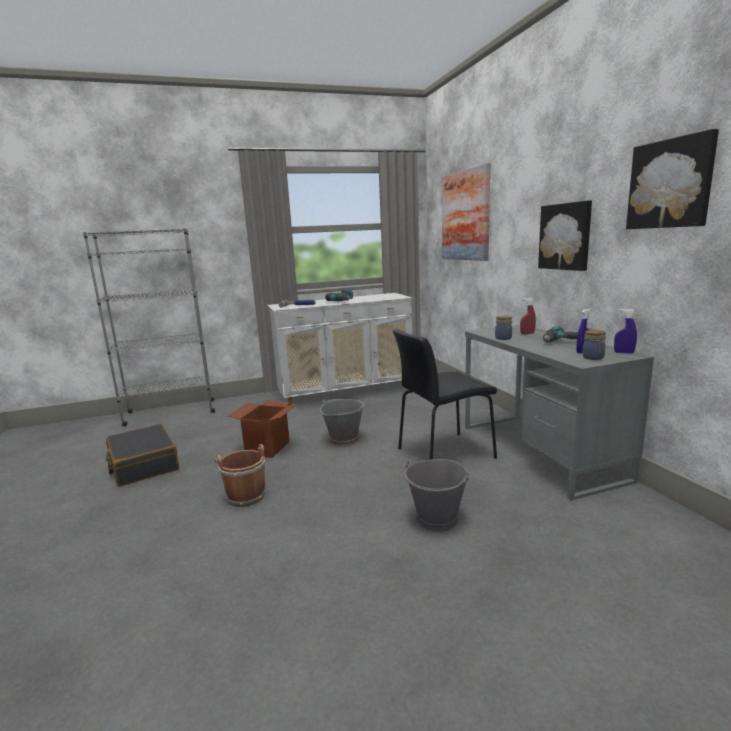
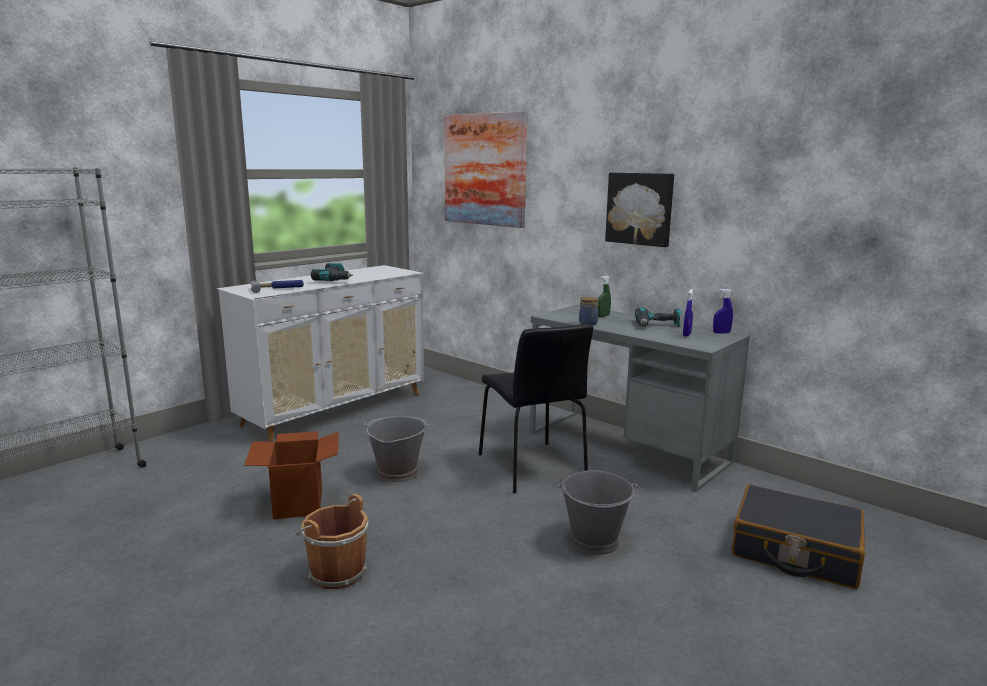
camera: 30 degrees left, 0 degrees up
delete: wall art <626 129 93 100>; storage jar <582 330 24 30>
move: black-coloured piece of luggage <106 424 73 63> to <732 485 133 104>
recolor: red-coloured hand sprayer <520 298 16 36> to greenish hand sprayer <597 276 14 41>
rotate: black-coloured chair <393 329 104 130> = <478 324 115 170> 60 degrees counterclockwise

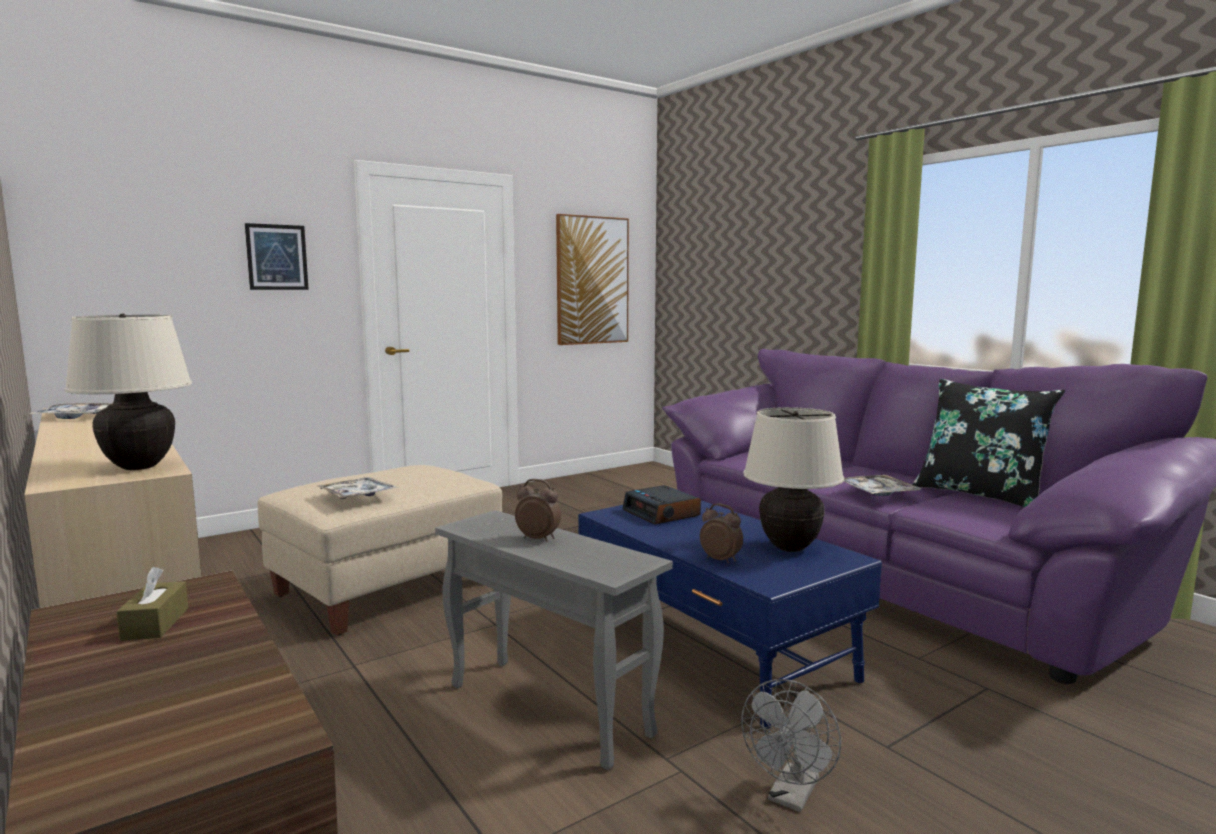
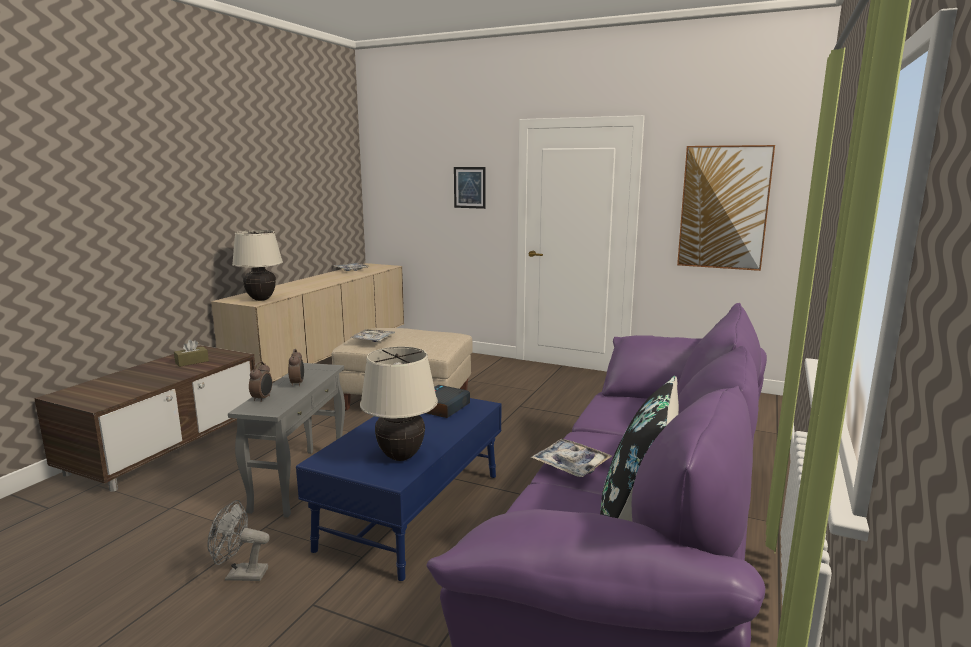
camera: 60 degrees right, 5 degrees up
move: bedside clock <700 503 43 61> to <249 361 23 41>

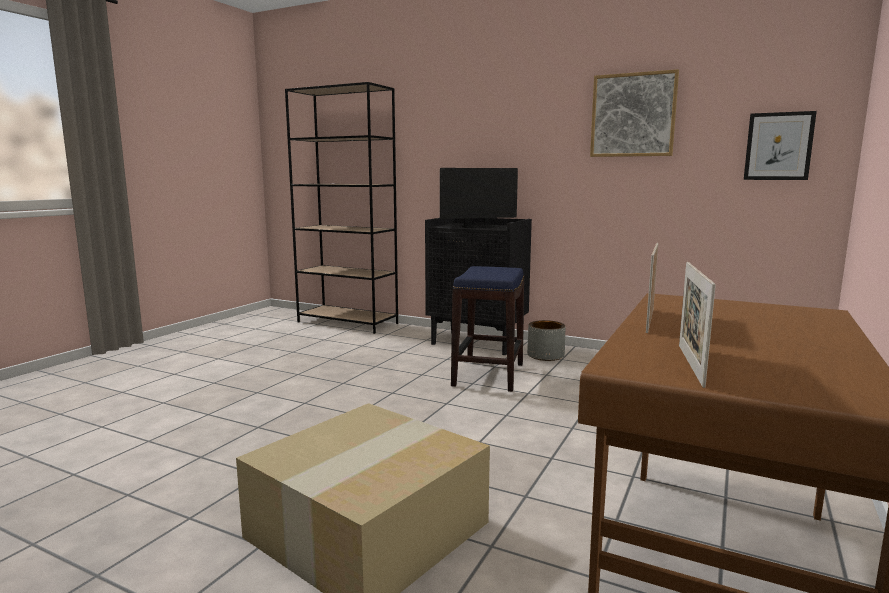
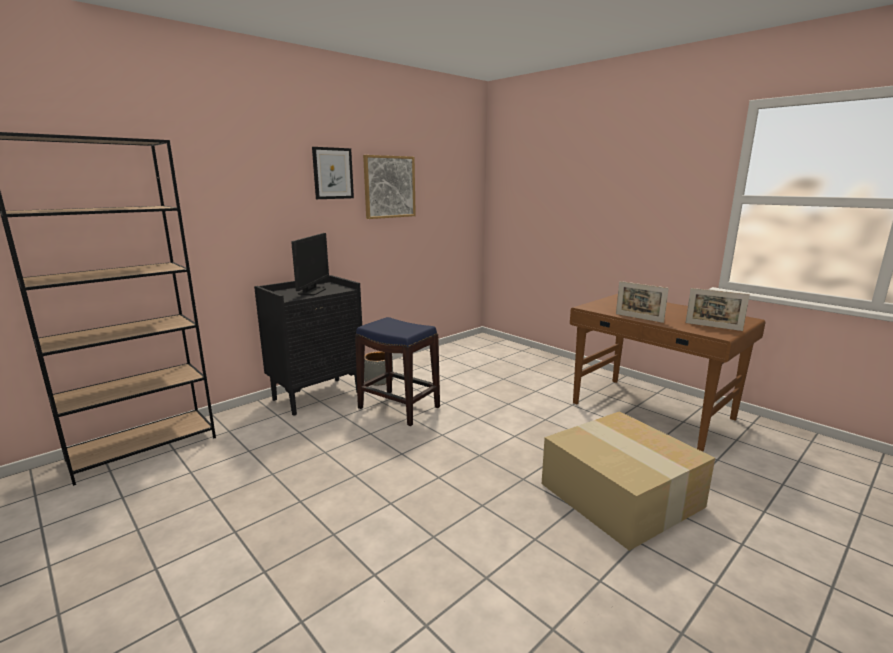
camera: 70 degrees left, 5 degrees up
move: wall art <744 111 73 69> to <312 147 42 52>

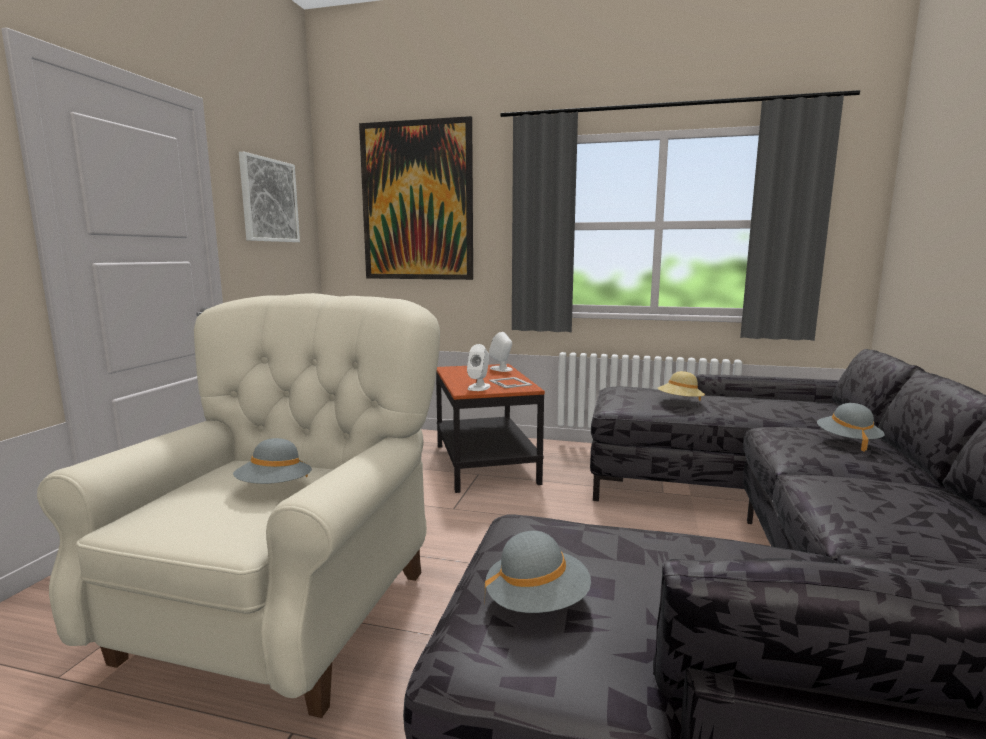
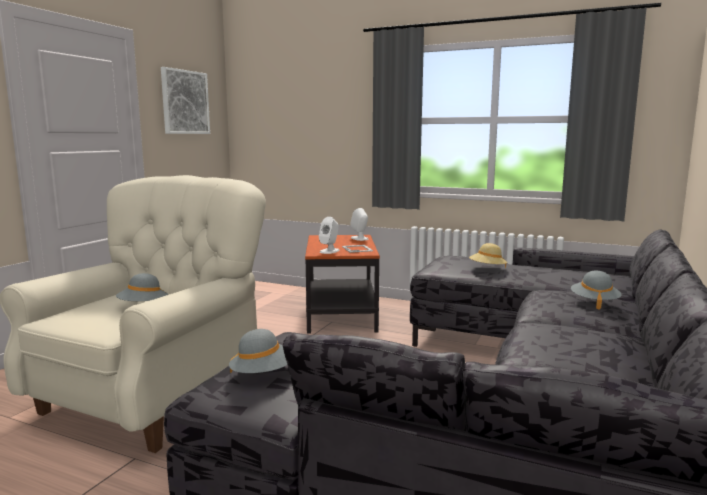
camera: 10 degrees right, 0 degrees up
delete: wall art <359 116 114 164>

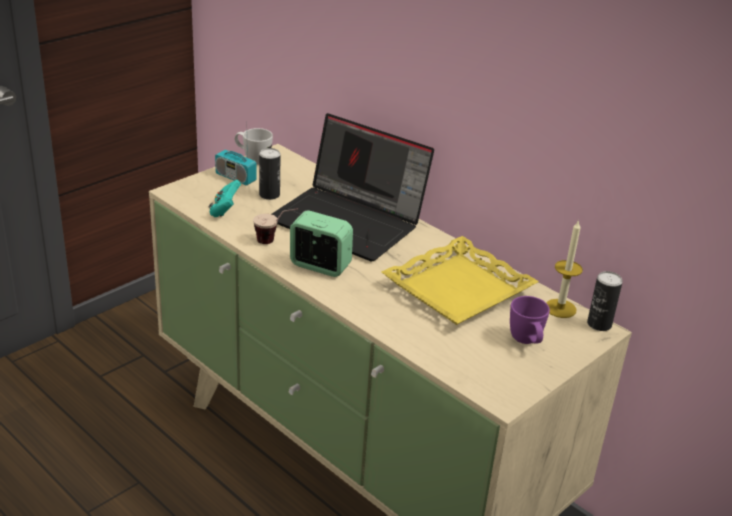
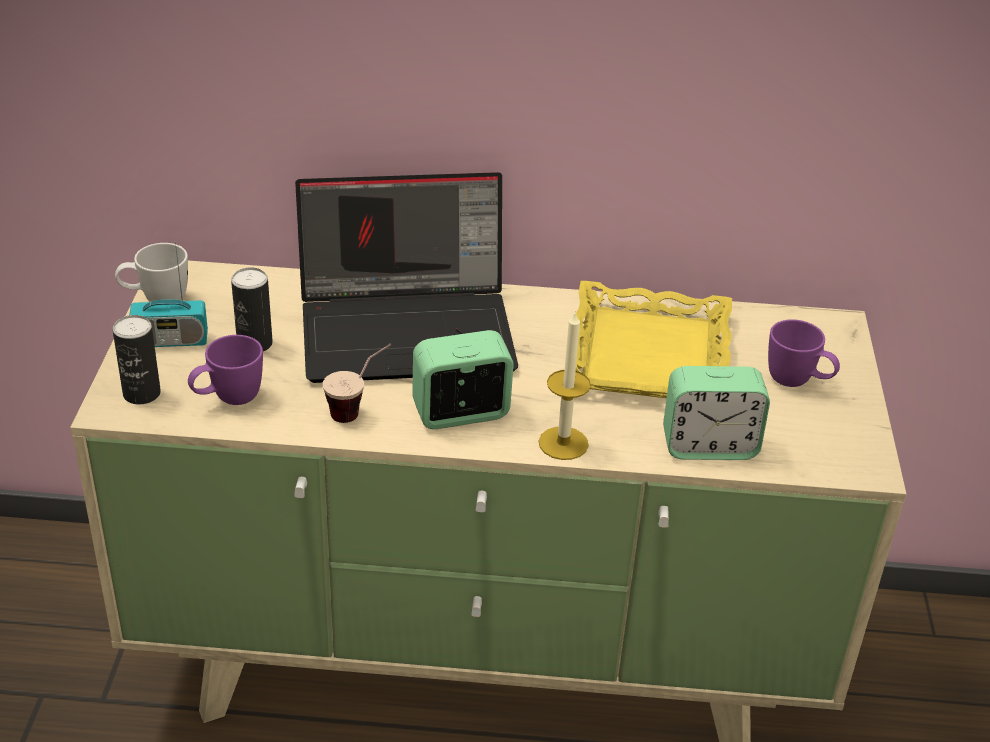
camera: 40 degrees left, 5 degrees up
insert: bedside clock <663 366 107 94>
move: candle <546 219 37 99> to <539 310 52 150>; sealed can <587 271 36 60> to <113 315 48 89>
replace: turquoise-coloured gamepad <209 180 32 37> to purple-coloured tea mug <188 335 75 70>

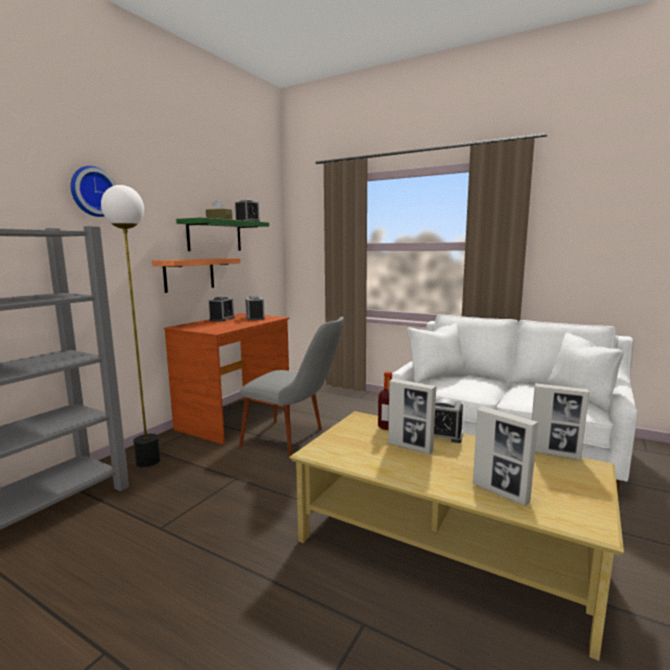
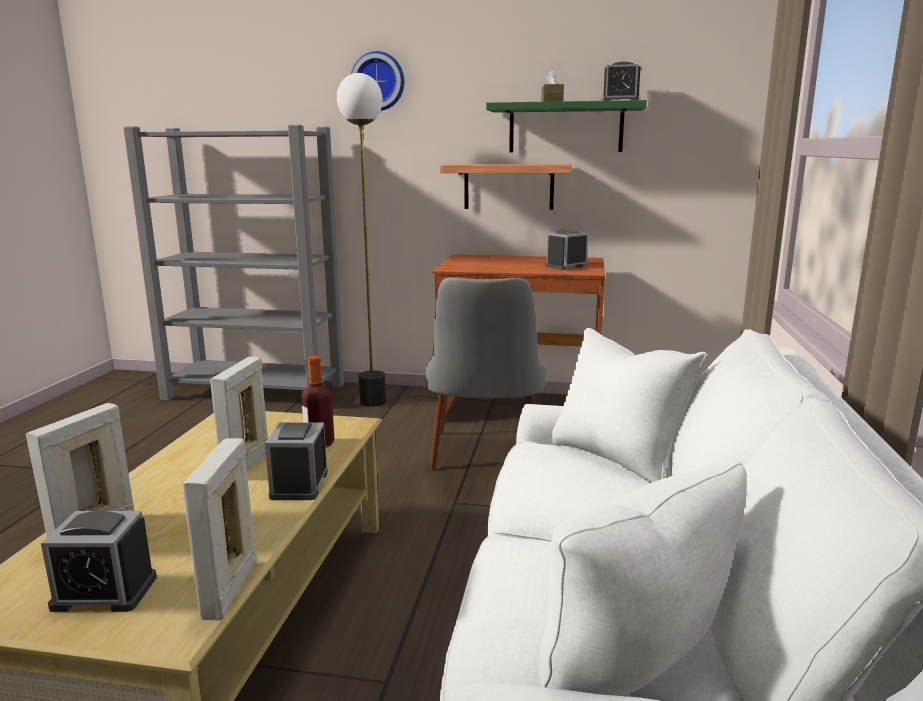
camera: 70 degrees right, 5 degrees up
move: bedside clock <209 297 26 25> to <41 511 116 101>

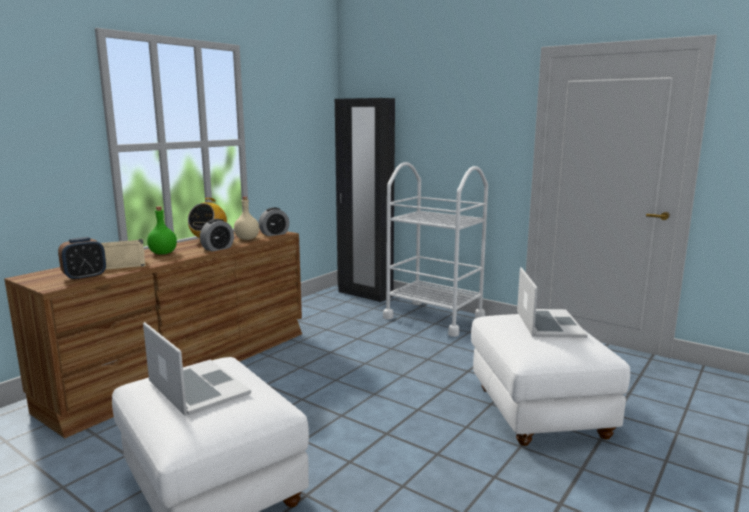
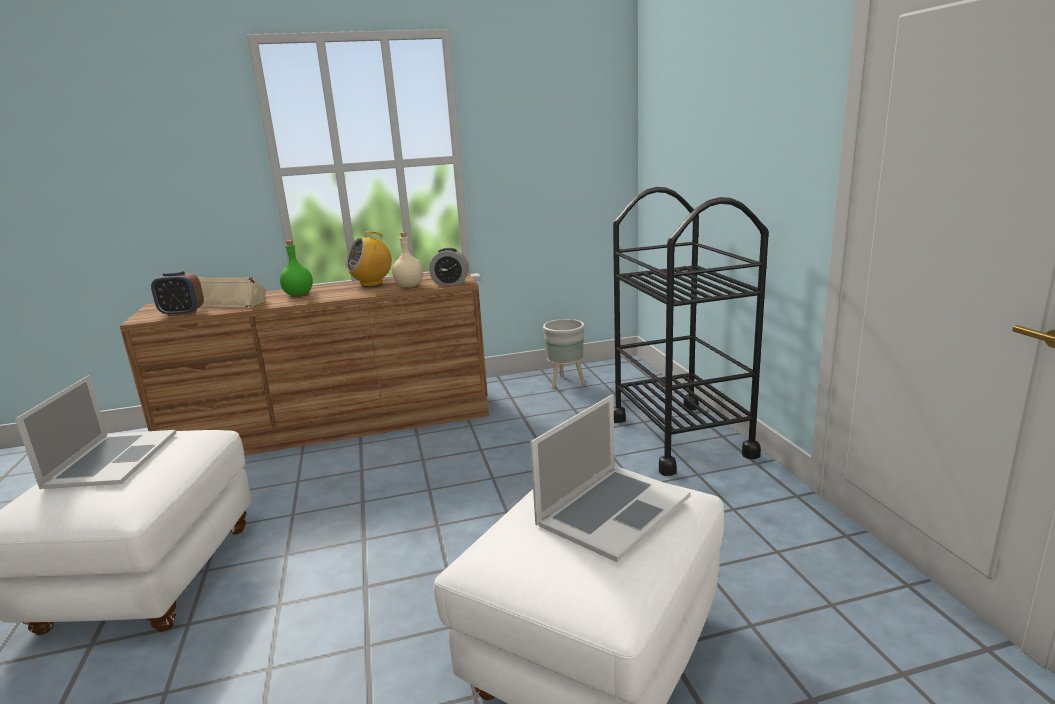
camera: 40 degrees right, 5 degrees up
delete: black-coloured wardrobe <335 98 60 204>; bedside clock <200 219 34 33>
insert: gray plant pot <543 319 42 70>
recolor: white trolley <383 162 105 175> to black-coloured trolley <613 187 156 289>

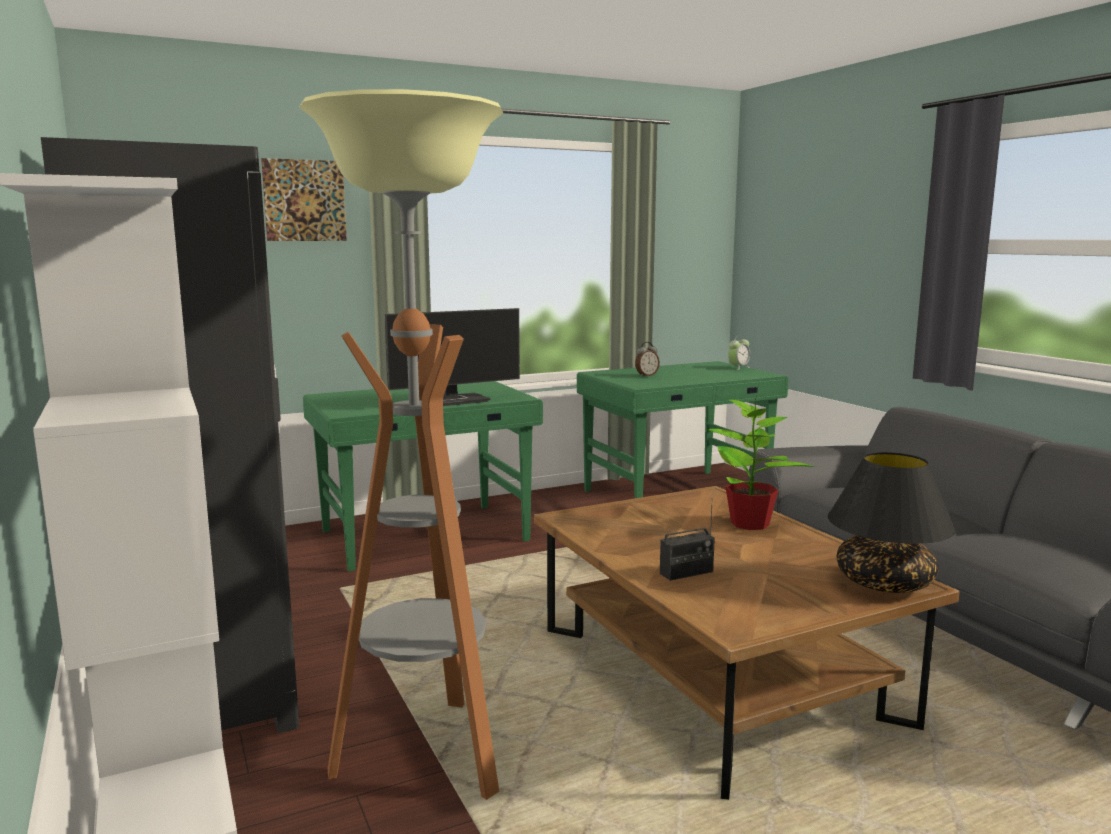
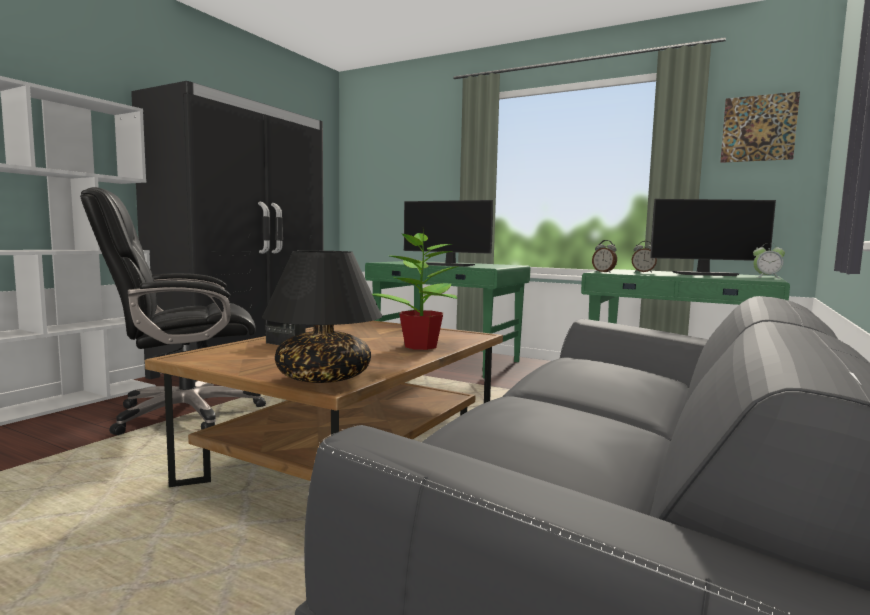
camera: 55 degrees right, 5 degrees down
insert: computer screen <650 199 126 77>; bedside clock <592 240 25 33>
move: wall art <261 158 86 83> to <720 92 80 71>
replace: standing lamp <299 89 204 711> to black-coloured desk chair <80 187 186 248>

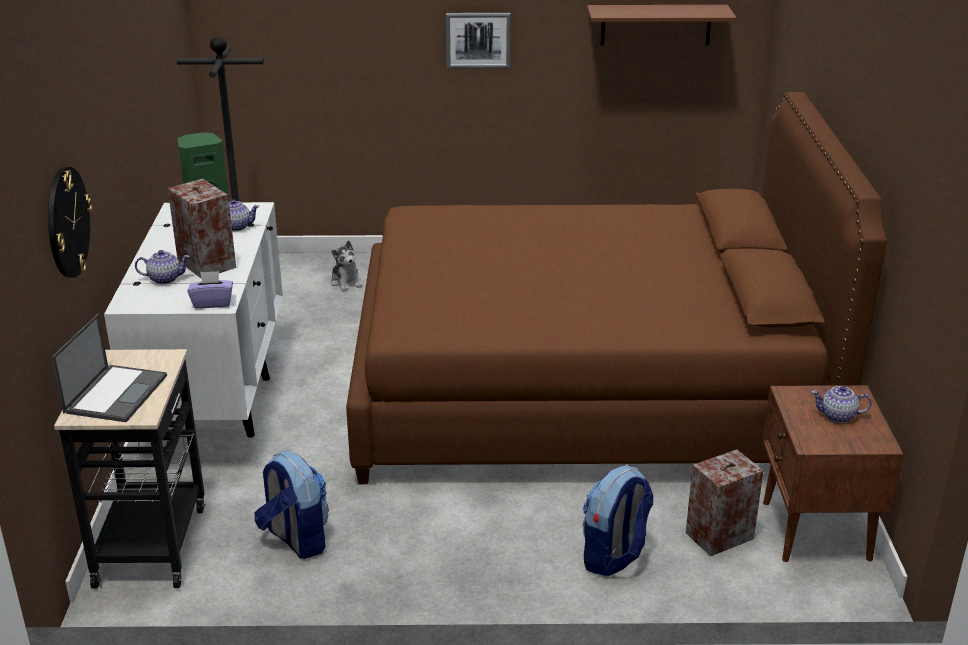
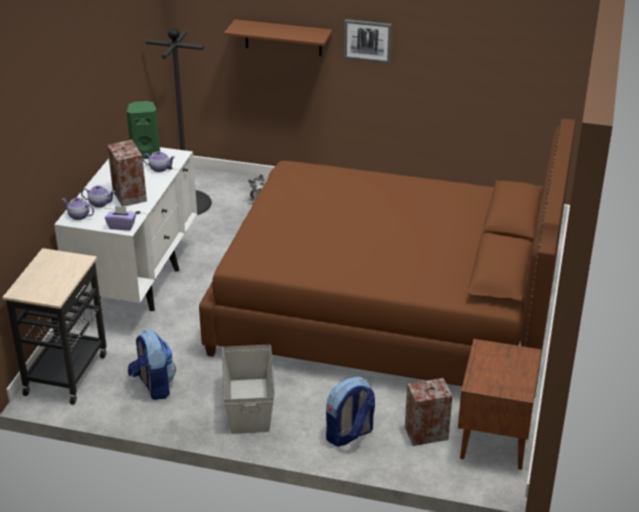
camera: 15 degrees right, 5 degrees up
delete: clock on the wall <48 167 44 111>; notebook computer <52 314 115 108>
insert: gray storage container <222 345 53 89>
move: brown-coloured shelf <587 5 150 40> to <224 19 109 37>; teapot <811 386 61 37> to <62 198 32 22>

